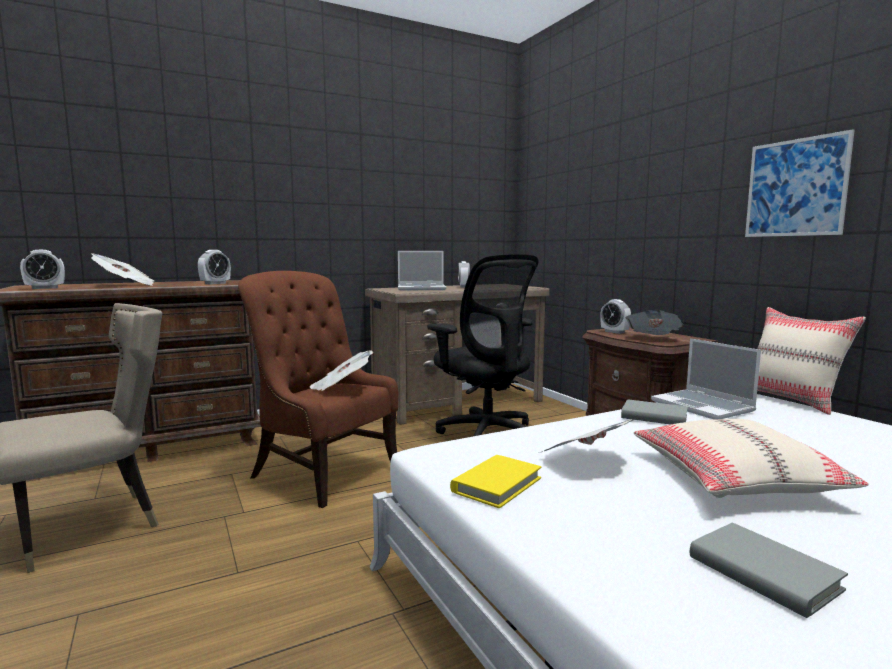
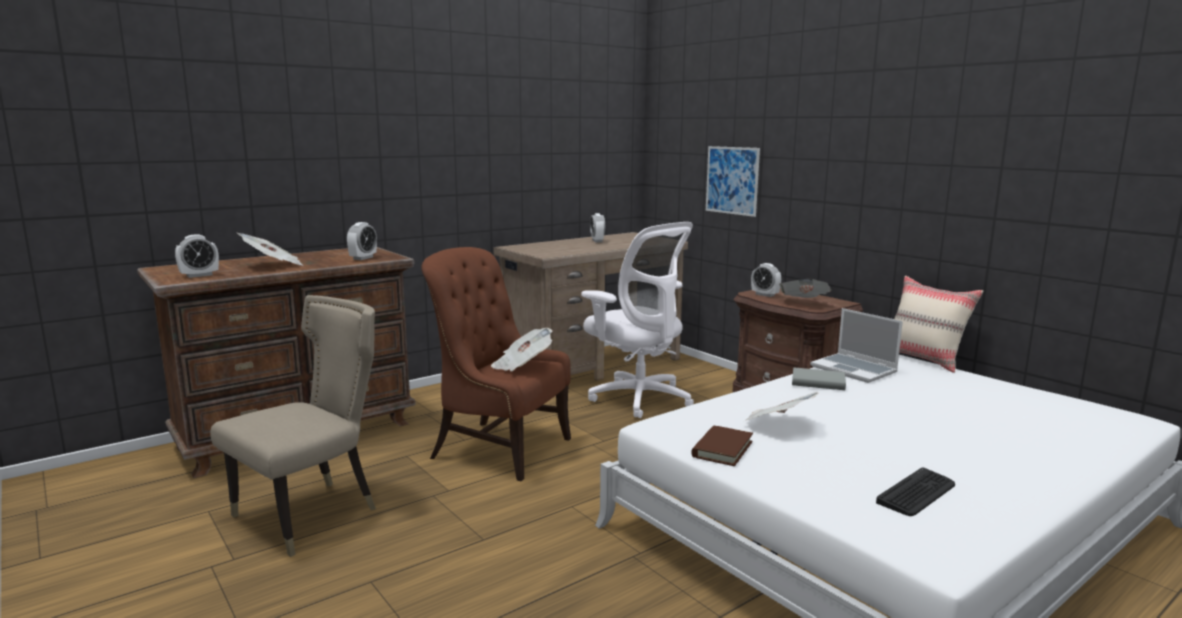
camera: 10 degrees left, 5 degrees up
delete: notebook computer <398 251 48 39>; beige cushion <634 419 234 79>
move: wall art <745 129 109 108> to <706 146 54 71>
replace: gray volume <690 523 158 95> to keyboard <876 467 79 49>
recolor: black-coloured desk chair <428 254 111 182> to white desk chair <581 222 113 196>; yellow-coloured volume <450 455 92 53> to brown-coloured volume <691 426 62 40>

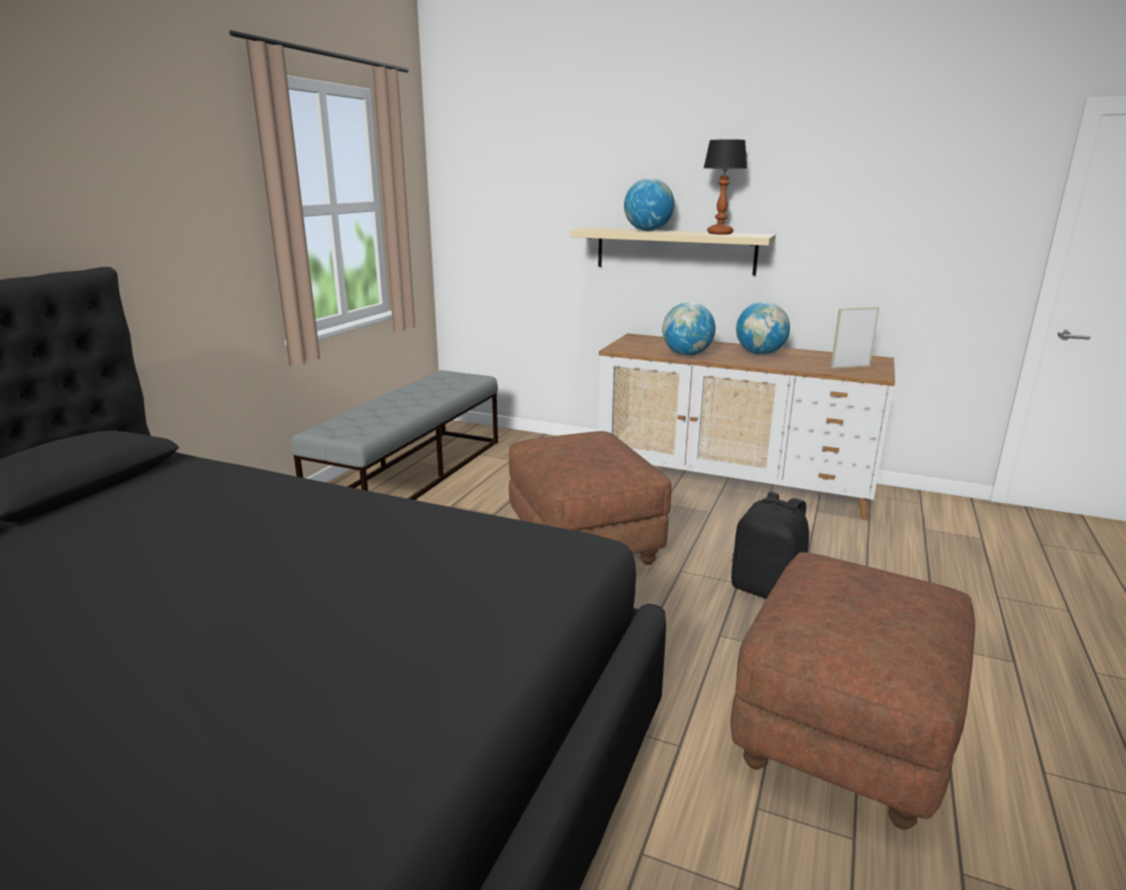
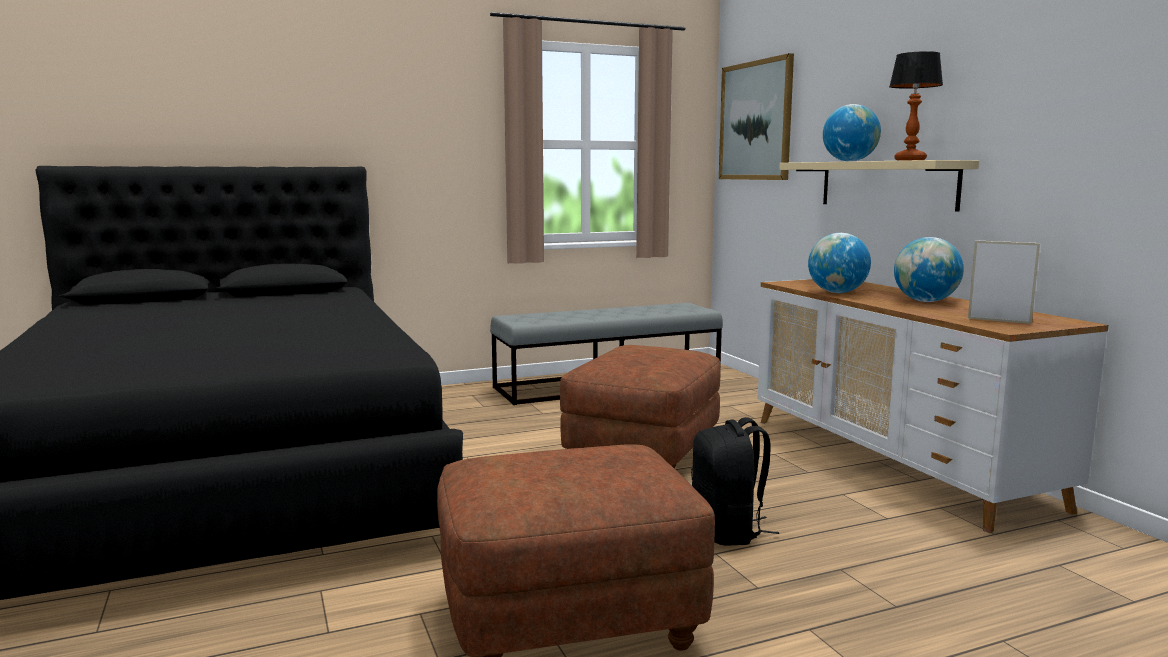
camera: 45 degrees right, 10 degrees down
insert: wall art <719 53 75 127>

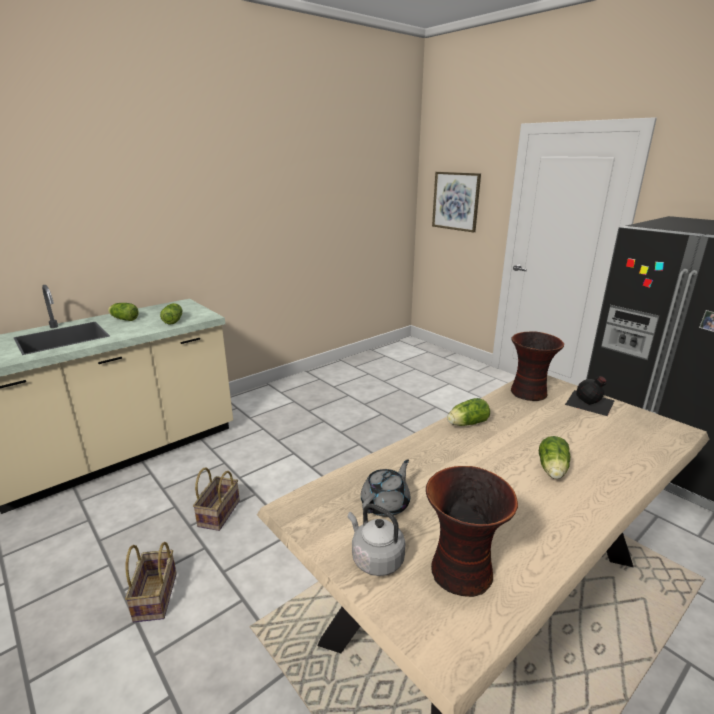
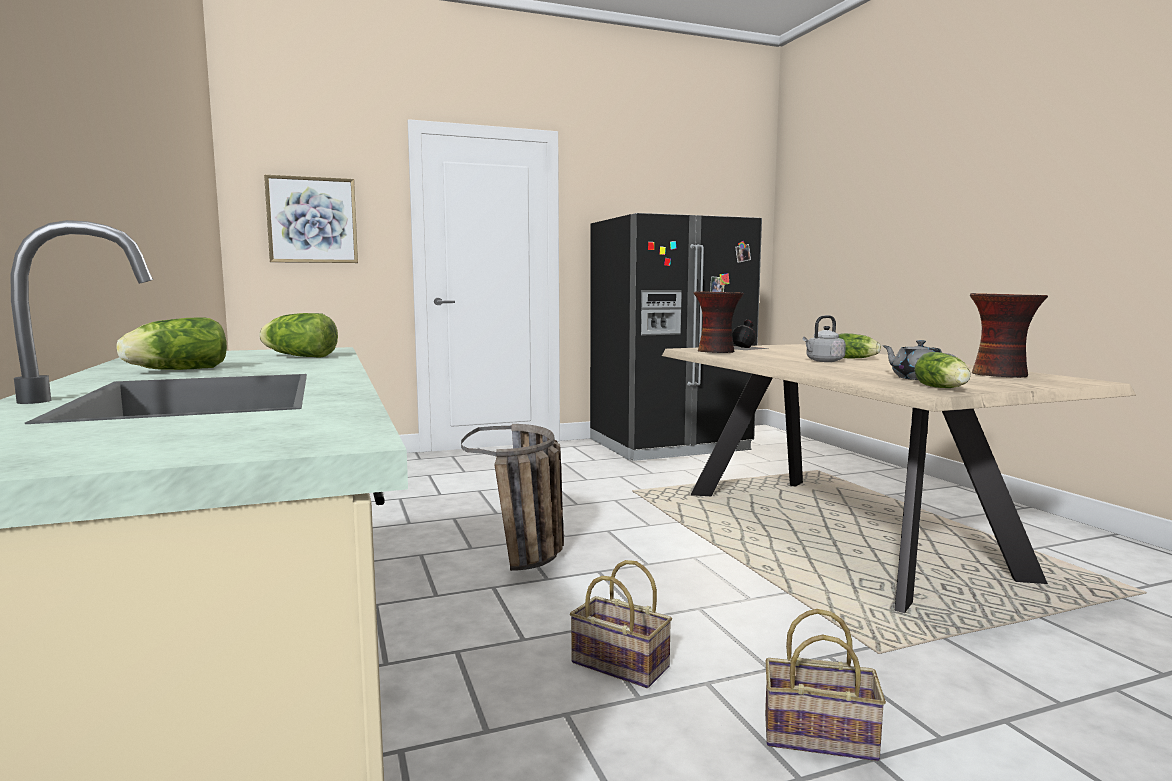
camera: 70 degrees left, 15 degrees down
insert: household basket <461 424 103 147>
move: lettuce <447 398 43 28> to <915 352 56 36>; gray water kettle <348 503 57 73> to <803 315 43 47>

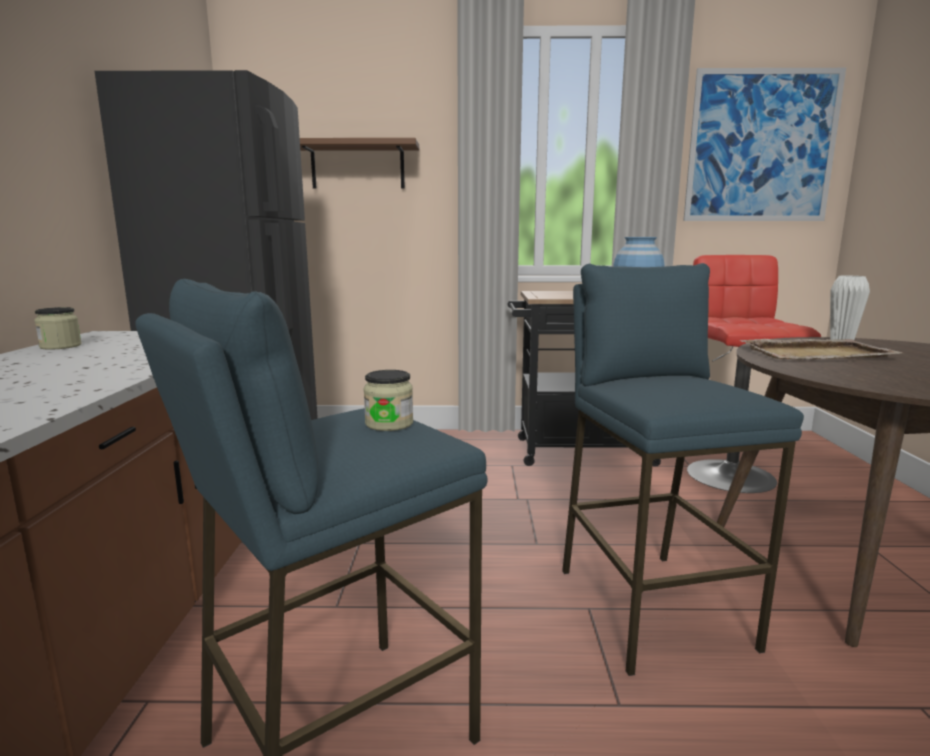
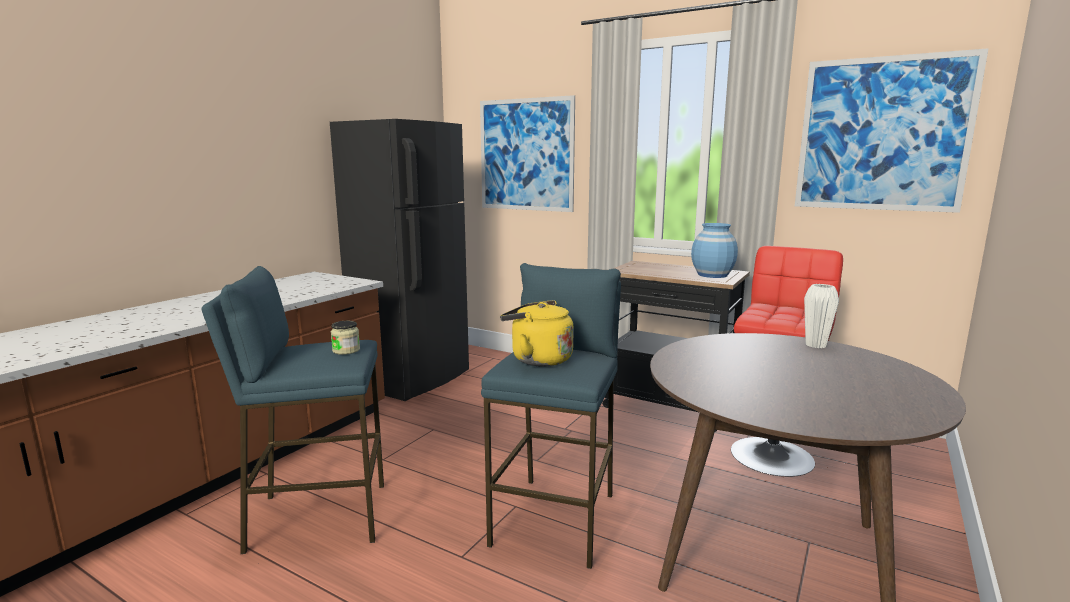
camera: 30 degrees right, 0 degrees up
delete: storage jar <34 307 48 43>; beige serving tray <740 339 163 20>
insert: yellow-coloured water kettle <500 300 74 66>
replace: brown-coloured shelf <300 138 119 50> to wall art <480 95 95 117>

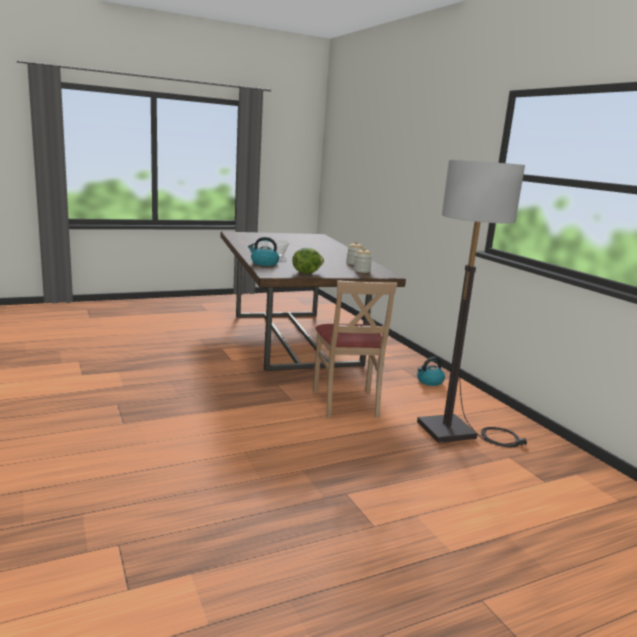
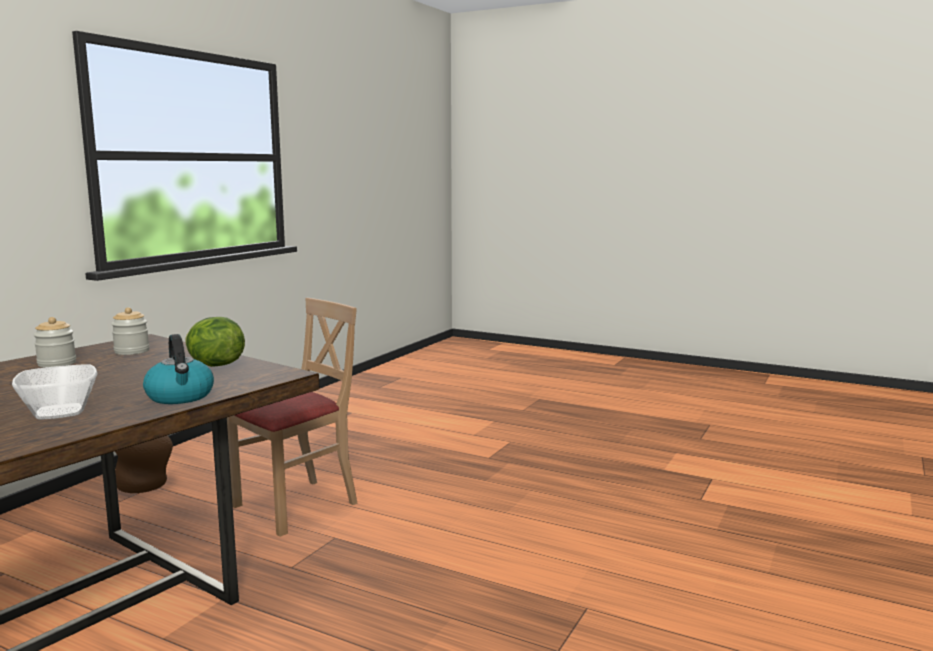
camera: 125 degrees left, 5 degrees down
delete: standing lamp <417 159 110 288>
replace: water kettle <417 357 28 29> to brown-coloured decorative vase <115 436 58 57>

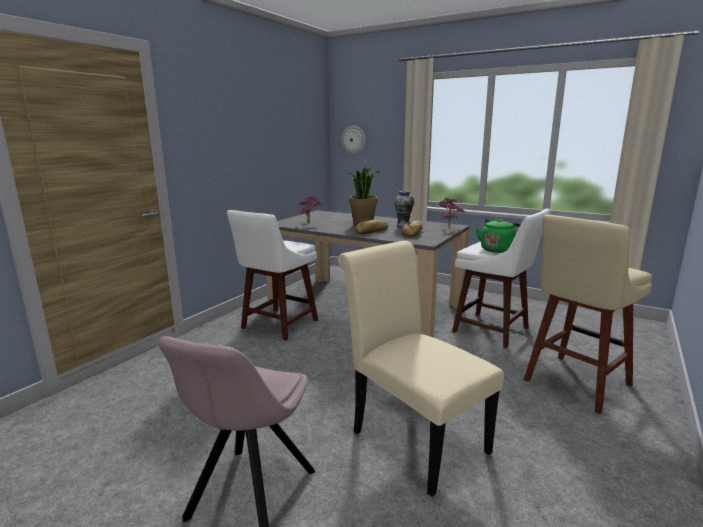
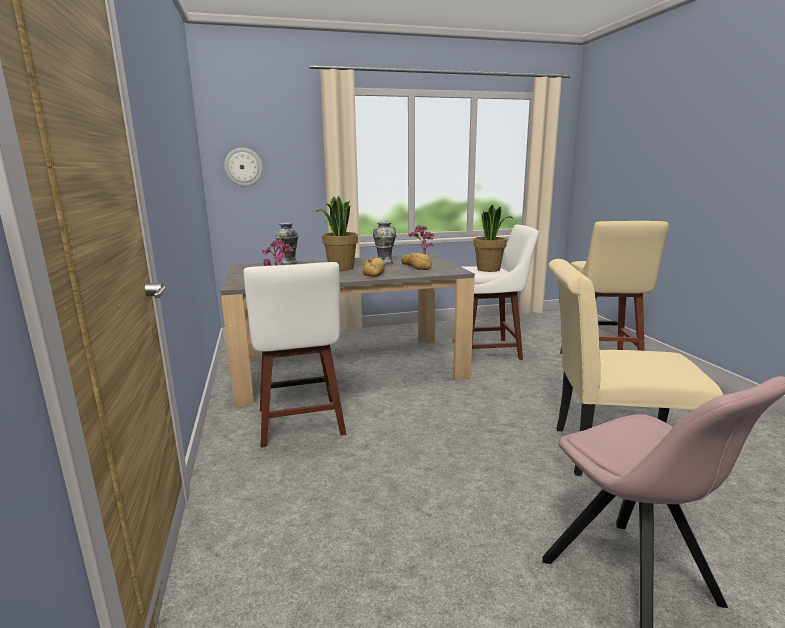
camera: 45 degrees left, 0 degrees up
insert: decorative vase <275 223 24 42>
replace: greenish water kettle <476 219 44 34> to plant in a pot <473 204 39 68>

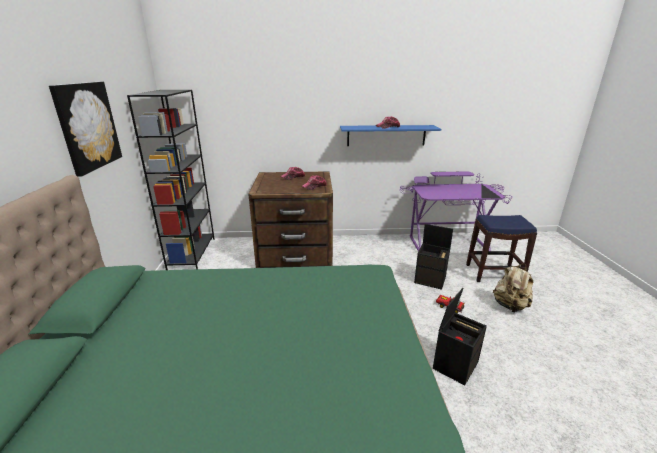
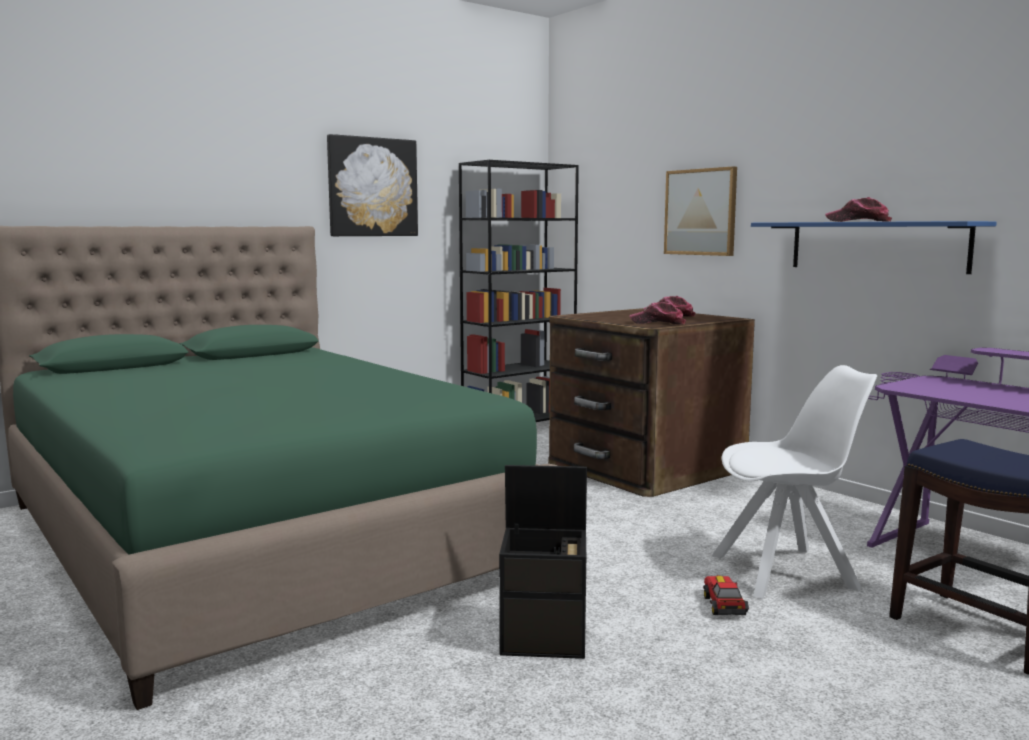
camera: 55 degrees right, 15 degrees down
delete: beige backpack <493 264 40 48>
insert: wall art <664 166 73 90>
replace: black-coloured storage container <414 224 39 66> to white chair <712 365 165 234>

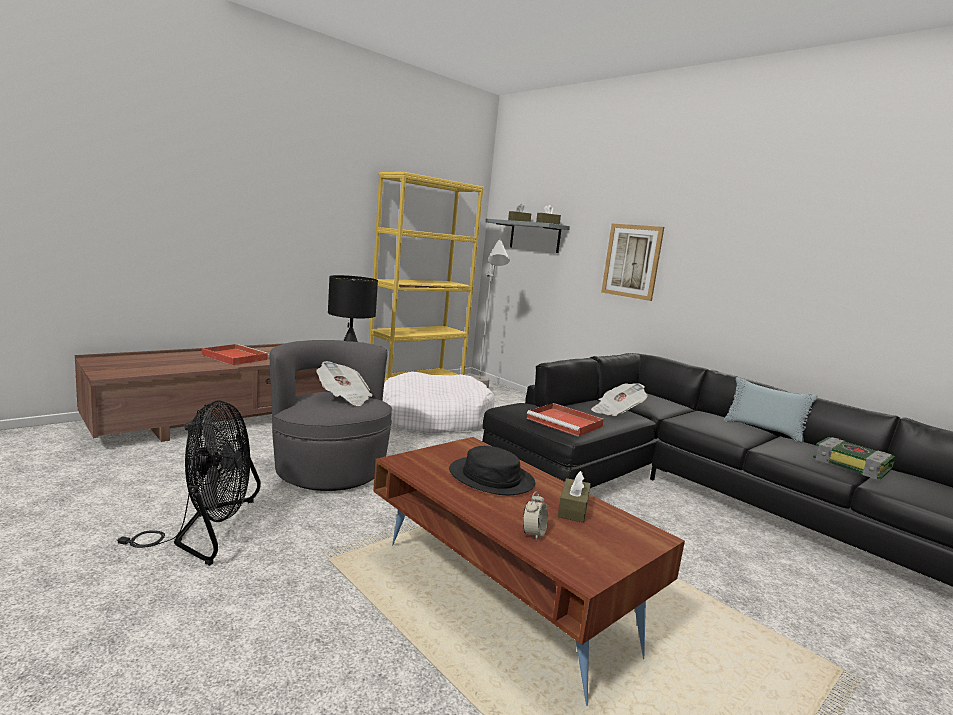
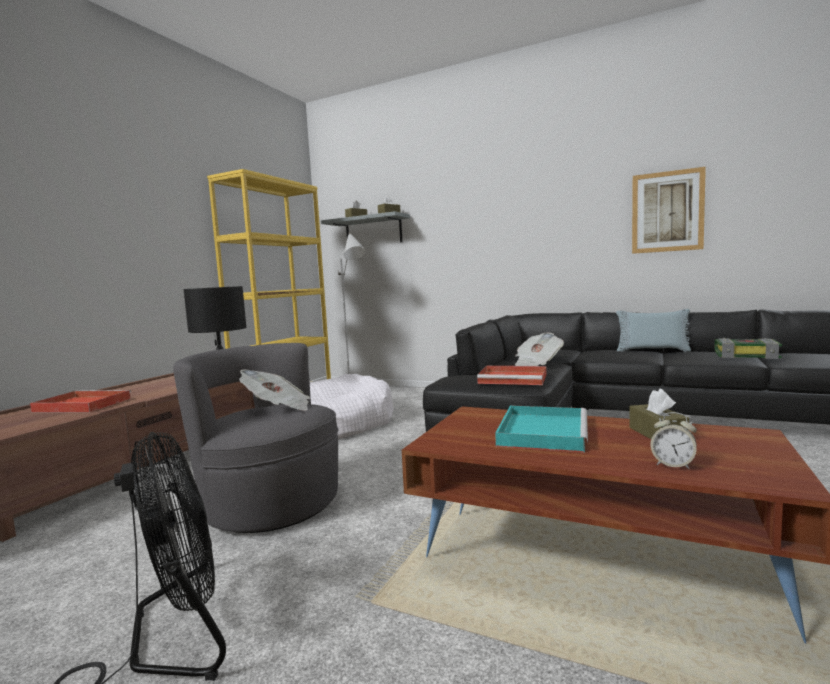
camera: 20 degrees left, 5 degrees down
move: wall art <601 224 63 77> to <632 167 74 87>
replace: black-coloured wearable hat <449 446 86 49> to turquoise-coloured serving tray <495 405 93 48>
rotate: bedside clock <523 491 25 50> = <651 412 46 58> 120 degrees clockwise

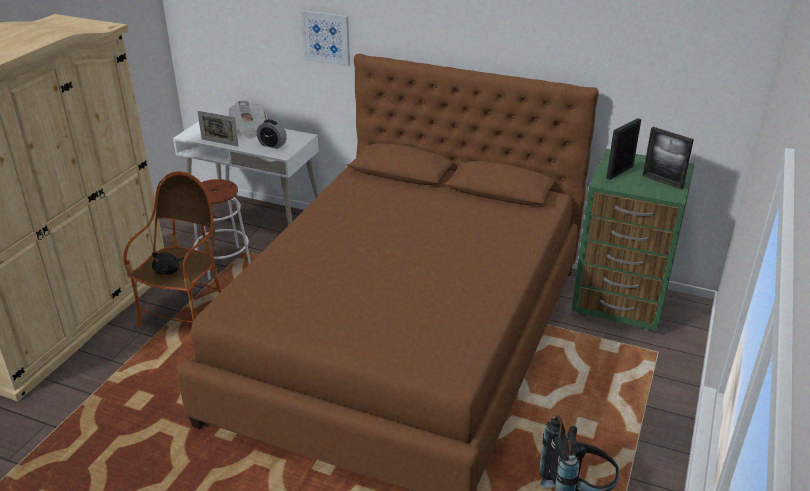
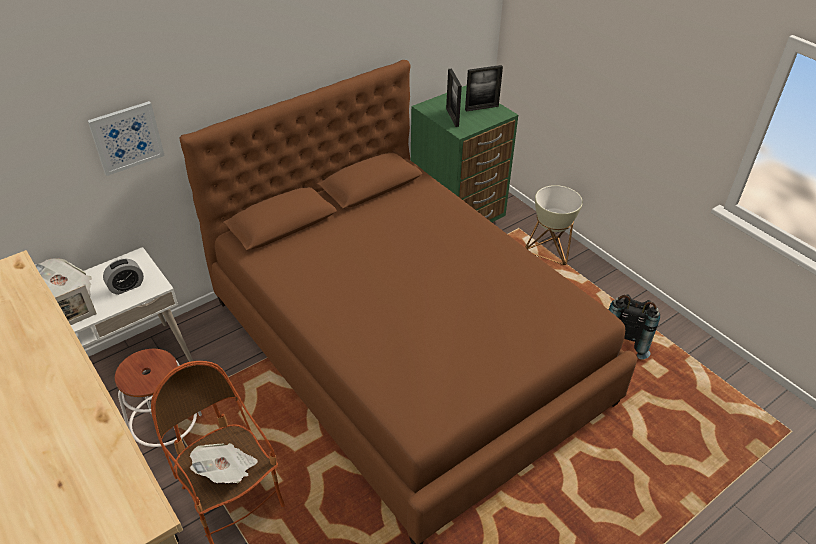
camera: 60 degrees left, 10 degrees up
insert: plant pot <525 185 58 80>
replace: black-coloured plush toy <152 252 32 23> to newspaper <190 443 68 40>

